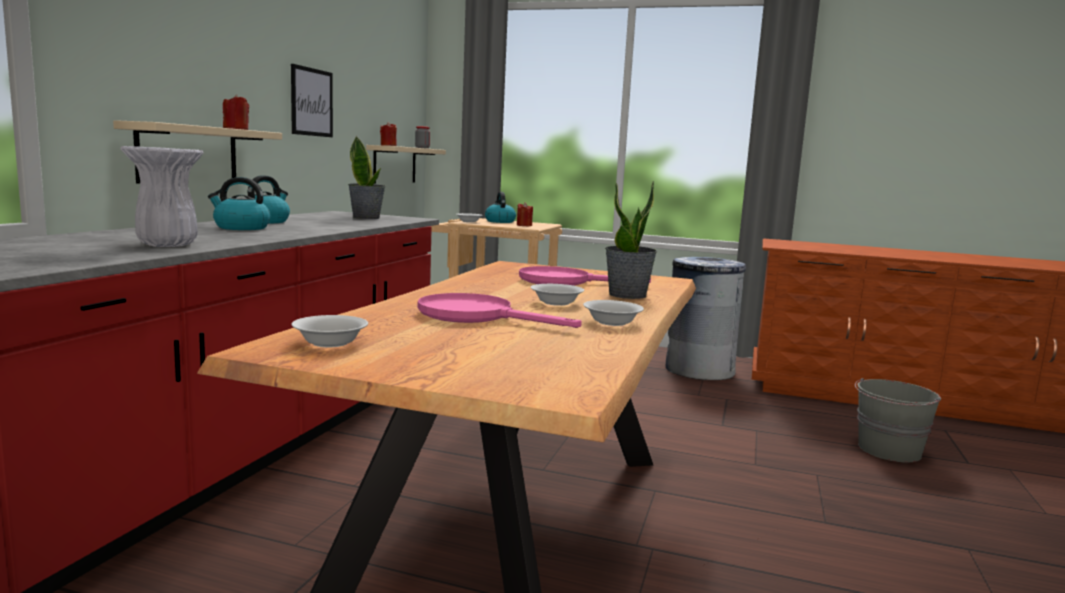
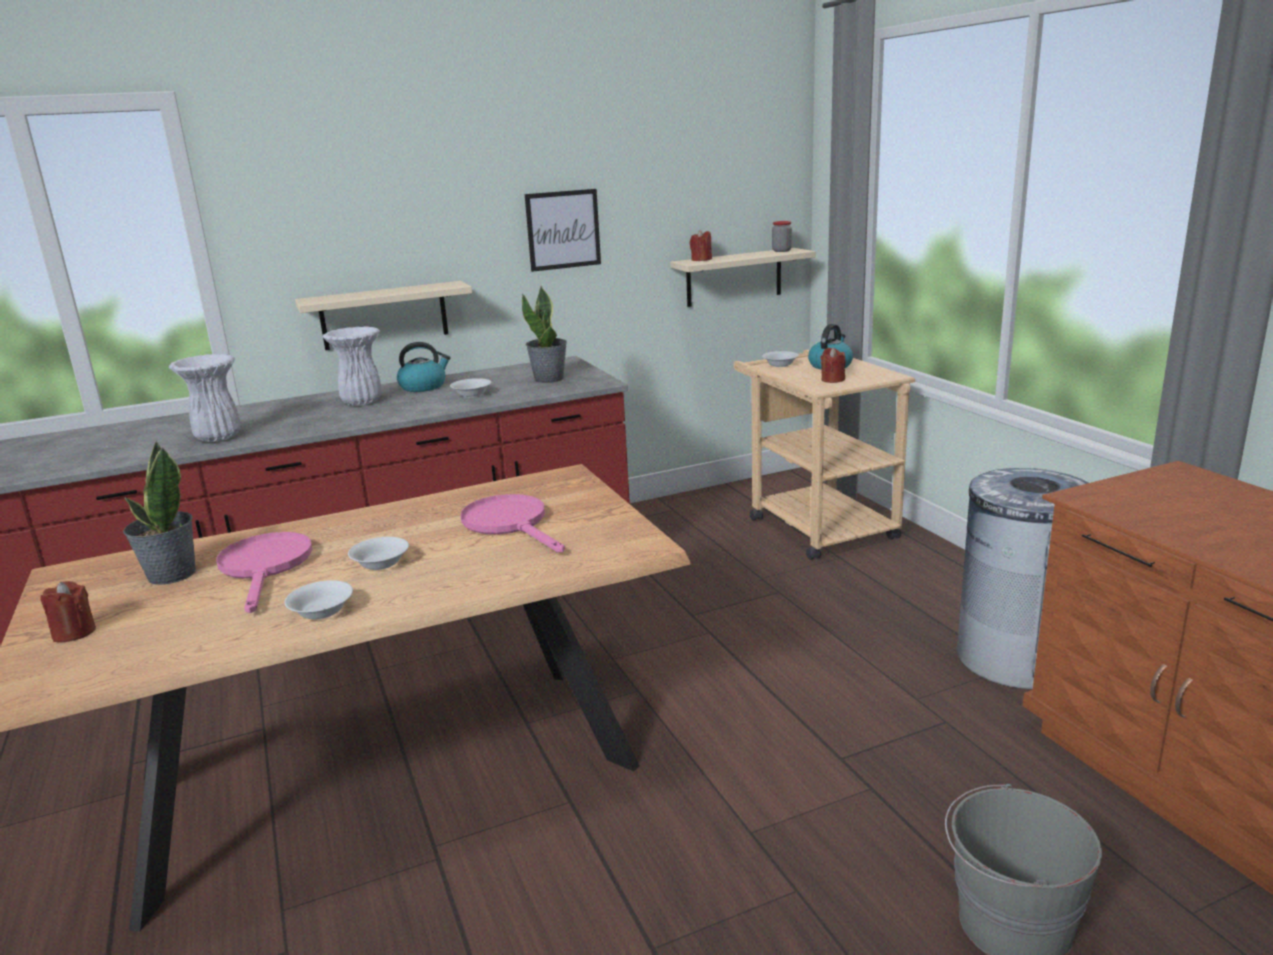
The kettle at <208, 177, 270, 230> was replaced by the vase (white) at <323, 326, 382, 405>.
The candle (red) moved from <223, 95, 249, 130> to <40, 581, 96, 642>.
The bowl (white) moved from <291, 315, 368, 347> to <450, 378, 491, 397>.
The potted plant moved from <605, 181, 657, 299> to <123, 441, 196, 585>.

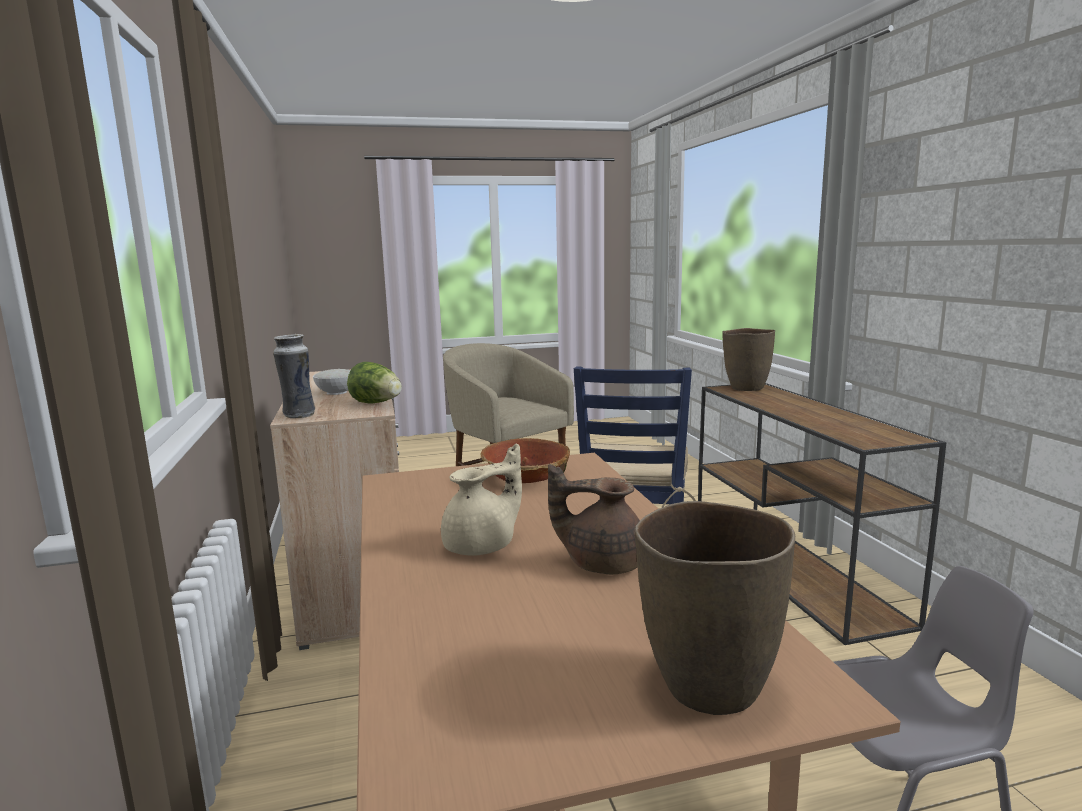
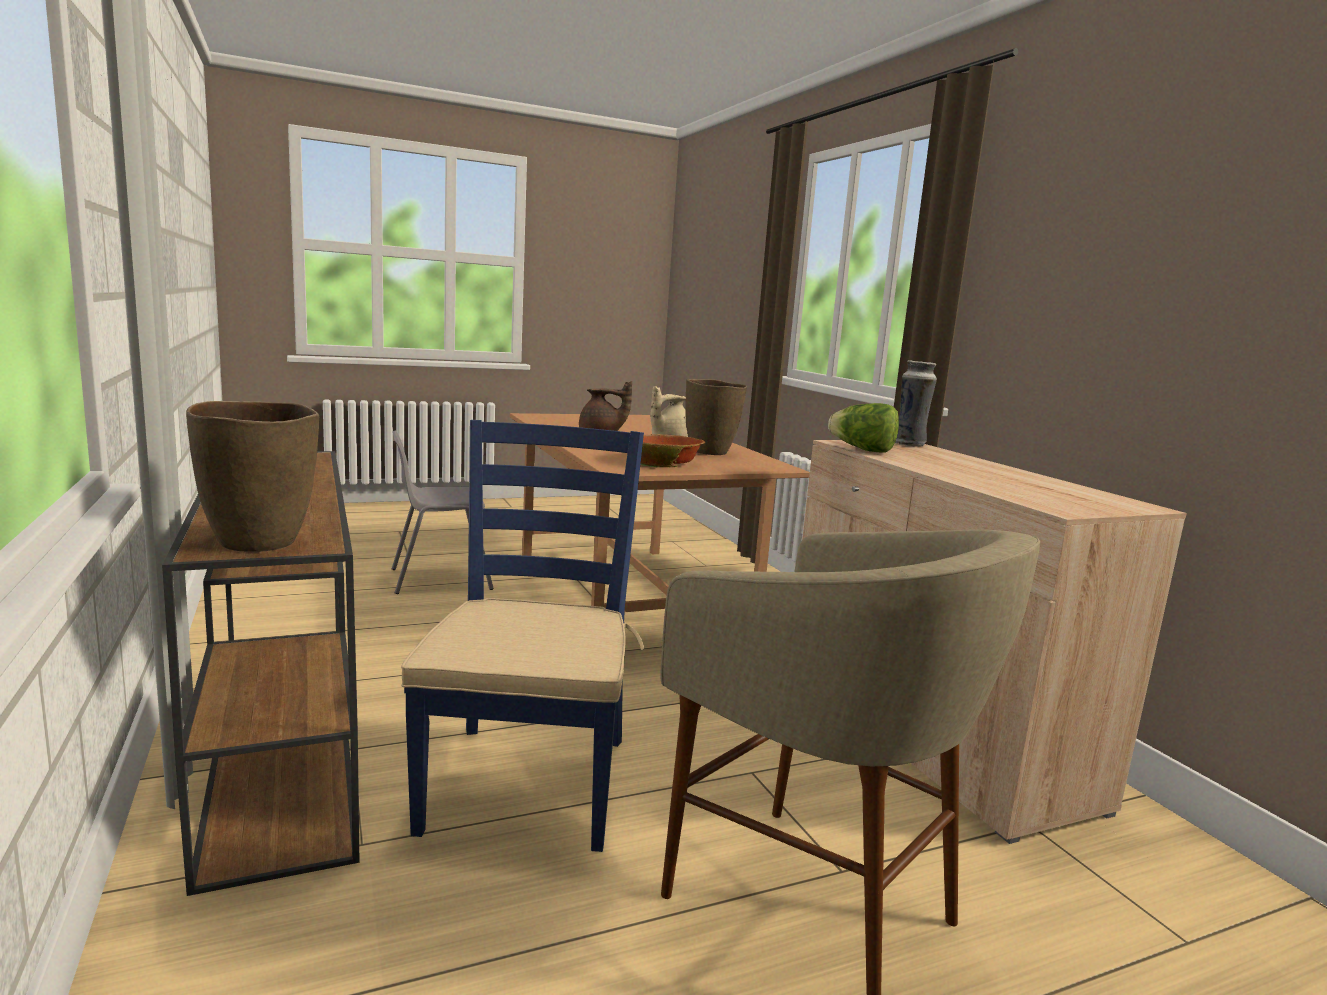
The bowl (white) at <313, 369, 351, 395> disappeared.
The vase (brown) moved from <635, 501, 795, 715> to <685, 379, 747, 455>.

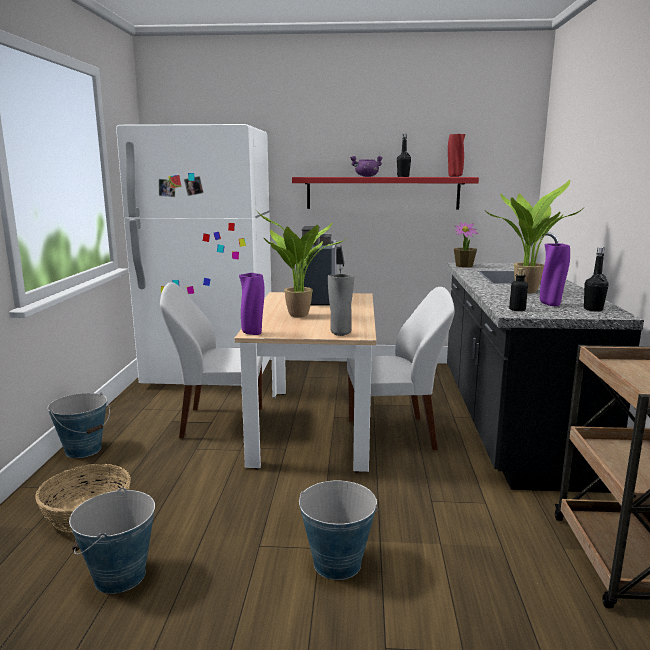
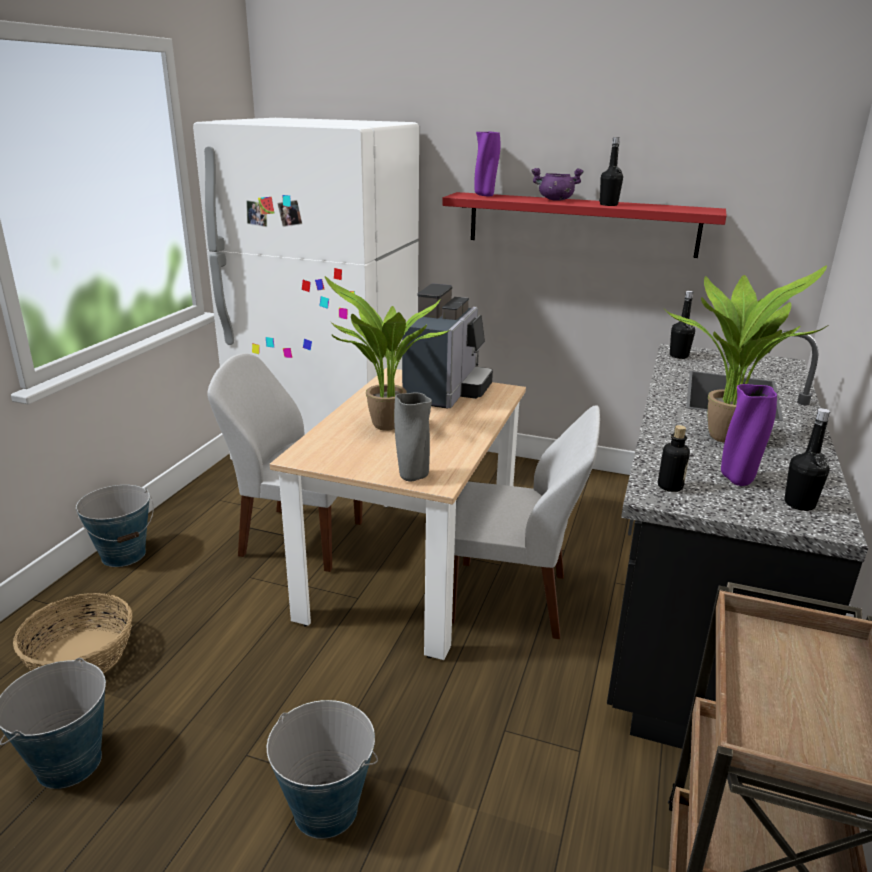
The vase (purple) moved from <239, 273, 265, 335> to <475, 132, 500, 196>.
The vase (red) at <448, 134, 465, 177> disappeared.
The potted plant at <454, 222, 479, 268> was replaced by the bottle (black) at <670, 291, 695, 359>.

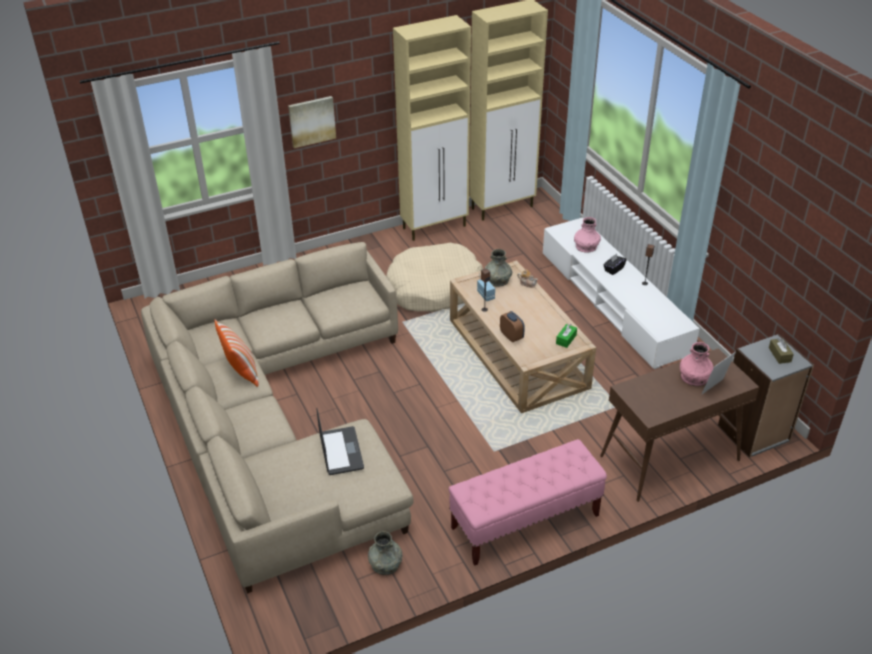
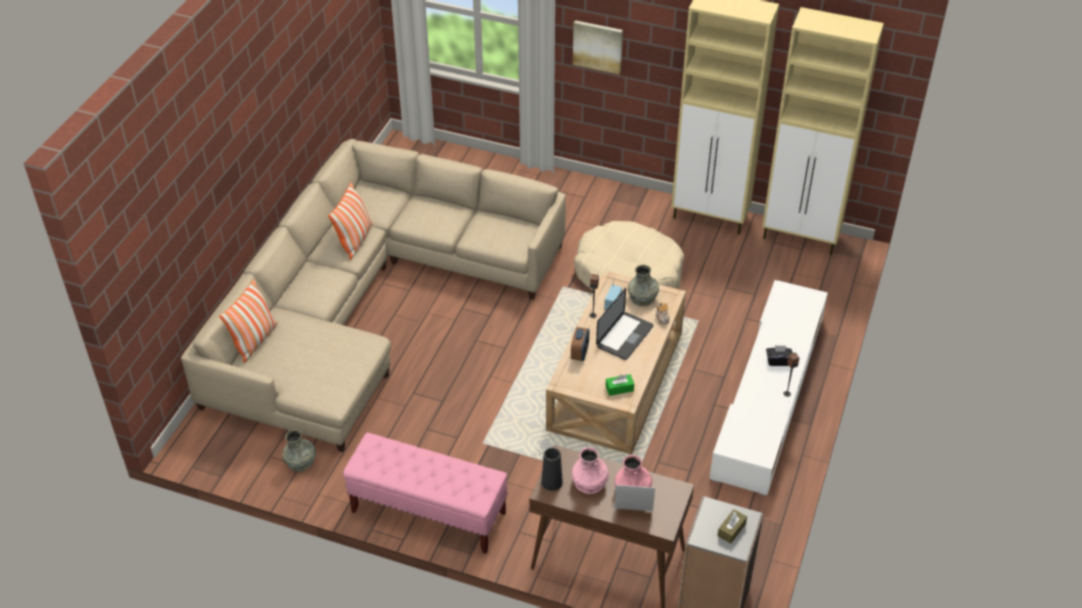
The laptop moved from <317, 409, 364, 475> to <596, 288, 653, 360>.
The vase (pink) moved from <574, 217, 601, 253> to <572, 447, 609, 495>.
The pillow at <219, 279, 278, 363> appeared.
The vase (black) at <541, 448, 563, 491> appeared.

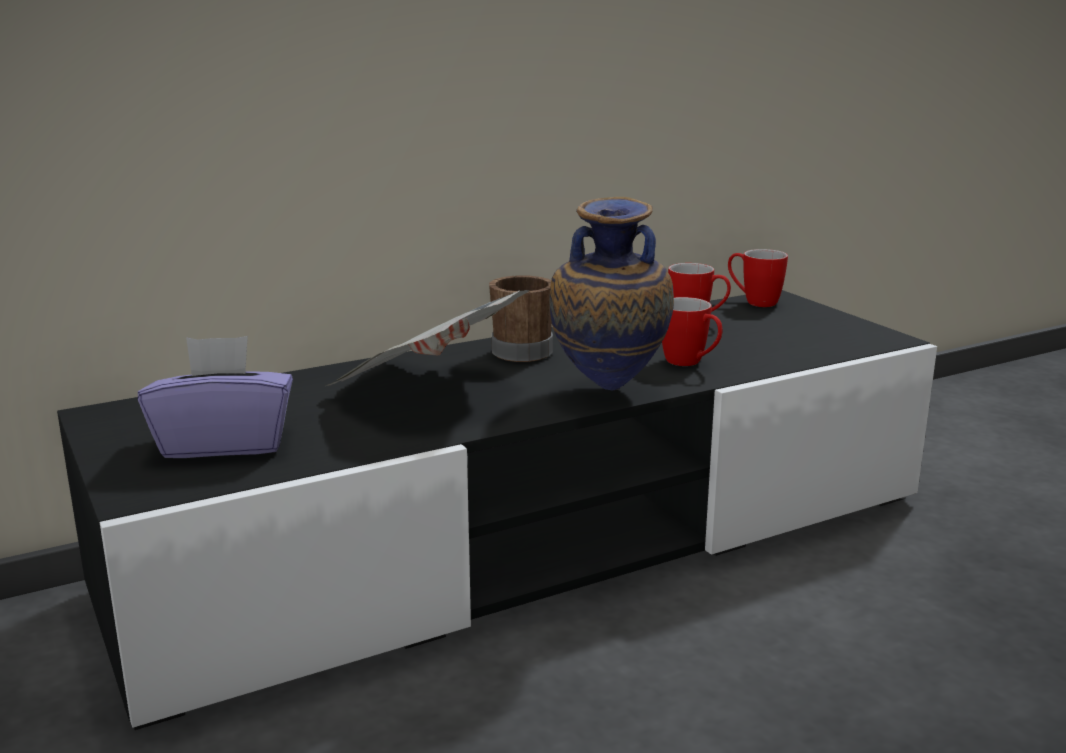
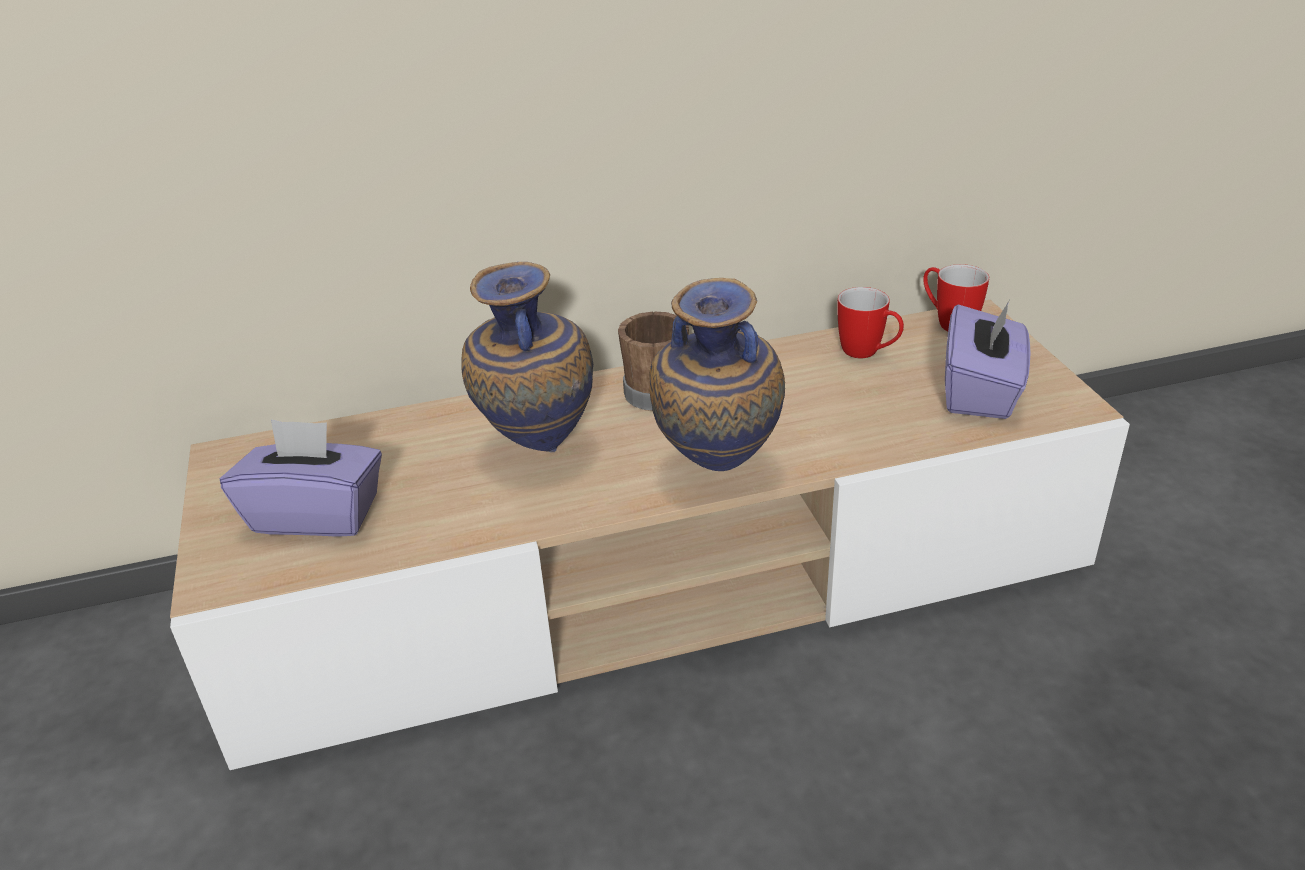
The tv stand (black) at <57, 290, 937, 730> became the tv stand (beige) at <170, 300, 1130, 770>.
The newspaper at <326, 290, 529, 386> was replaced by the vase at <461, 262, 593, 452>.
The mug at <662, 297, 723, 366> disappeared.
The tissue box (purple) at <945, 300, 1031, 419> appeared.

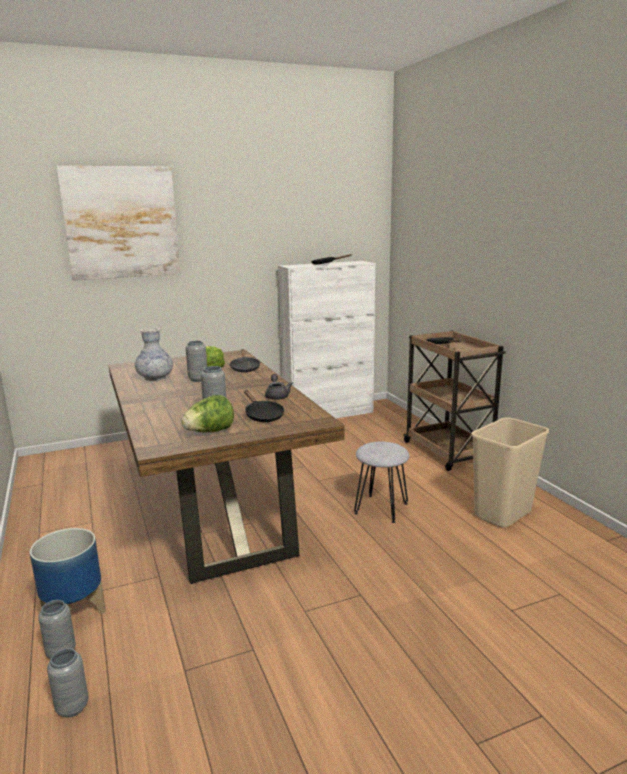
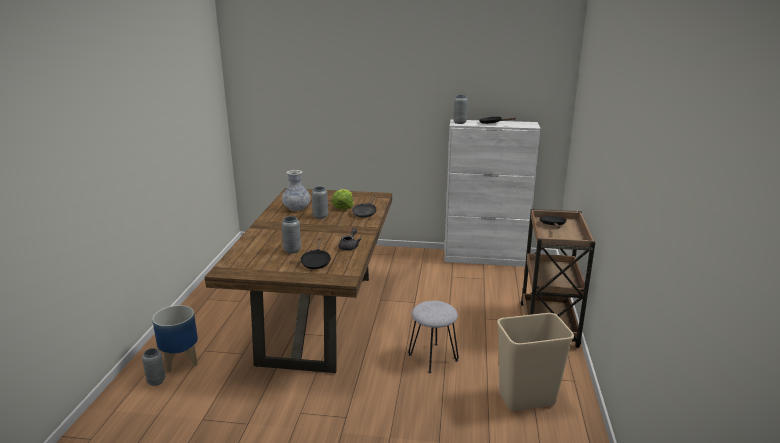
The vase (grey) moved from <47, 648, 89, 718> to <453, 95, 468, 124>.
The picture at <56, 166, 181, 281> disappeared.
The lettuce at <181, 395, 234, 432> disappeared.

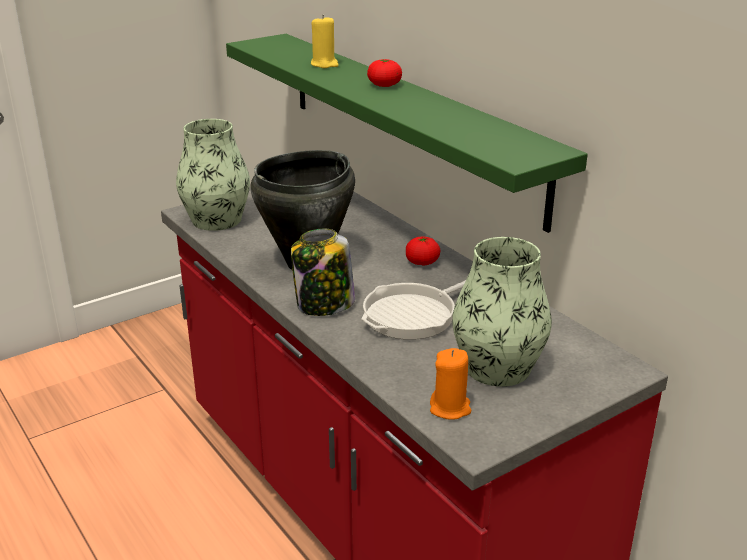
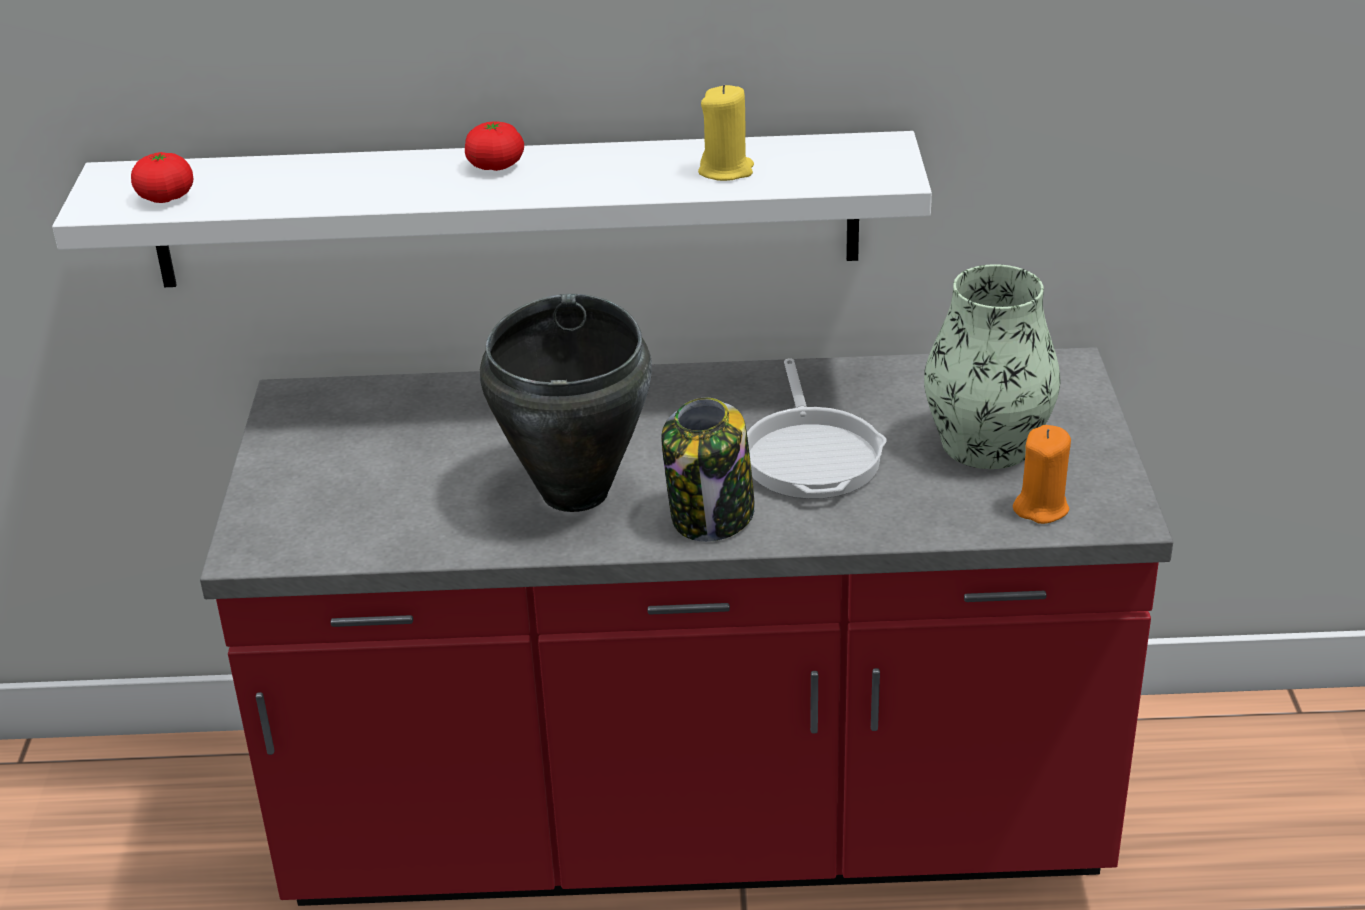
The vase at <176, 119, 250, 231> disappeared.
The shelf (green) at <226, 34, 588, 233> became the shelf (white) at <52, 131, 932, 287>.
The candle (yellow) moved from <311, 15, 339, 68> to <698, 85, 754, 181>.
The tomato moved from <406, 237, 440, 265> to <131, 152, 193, 203>.

